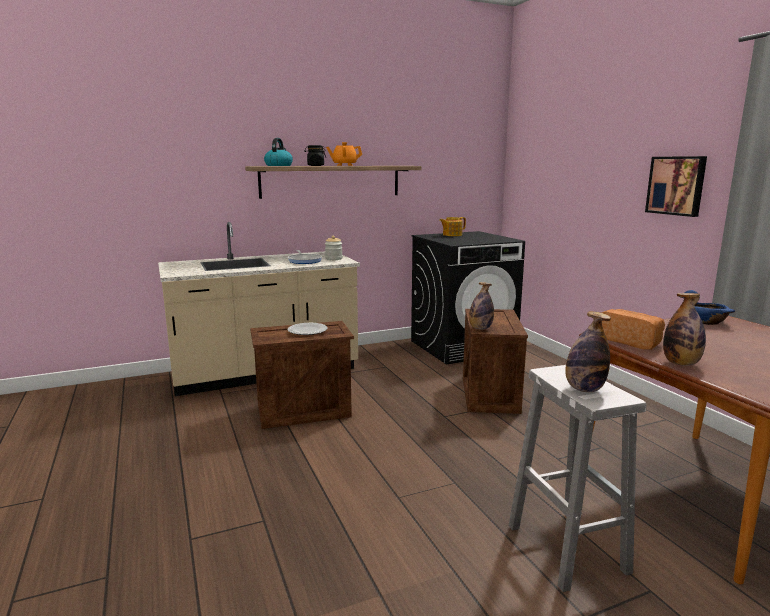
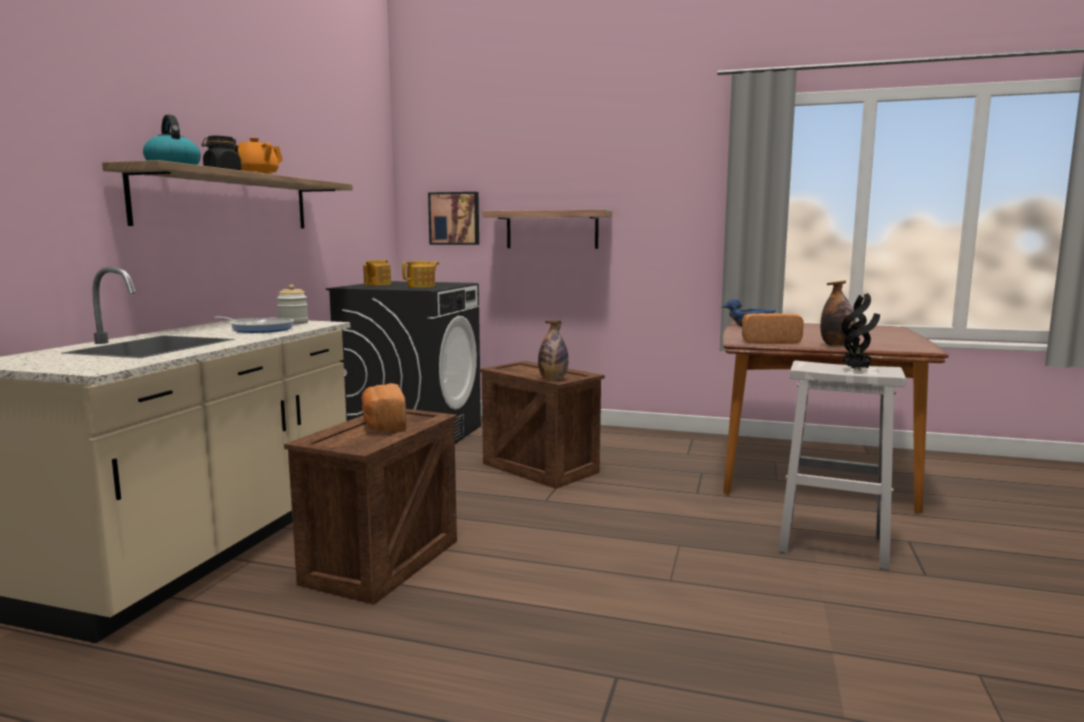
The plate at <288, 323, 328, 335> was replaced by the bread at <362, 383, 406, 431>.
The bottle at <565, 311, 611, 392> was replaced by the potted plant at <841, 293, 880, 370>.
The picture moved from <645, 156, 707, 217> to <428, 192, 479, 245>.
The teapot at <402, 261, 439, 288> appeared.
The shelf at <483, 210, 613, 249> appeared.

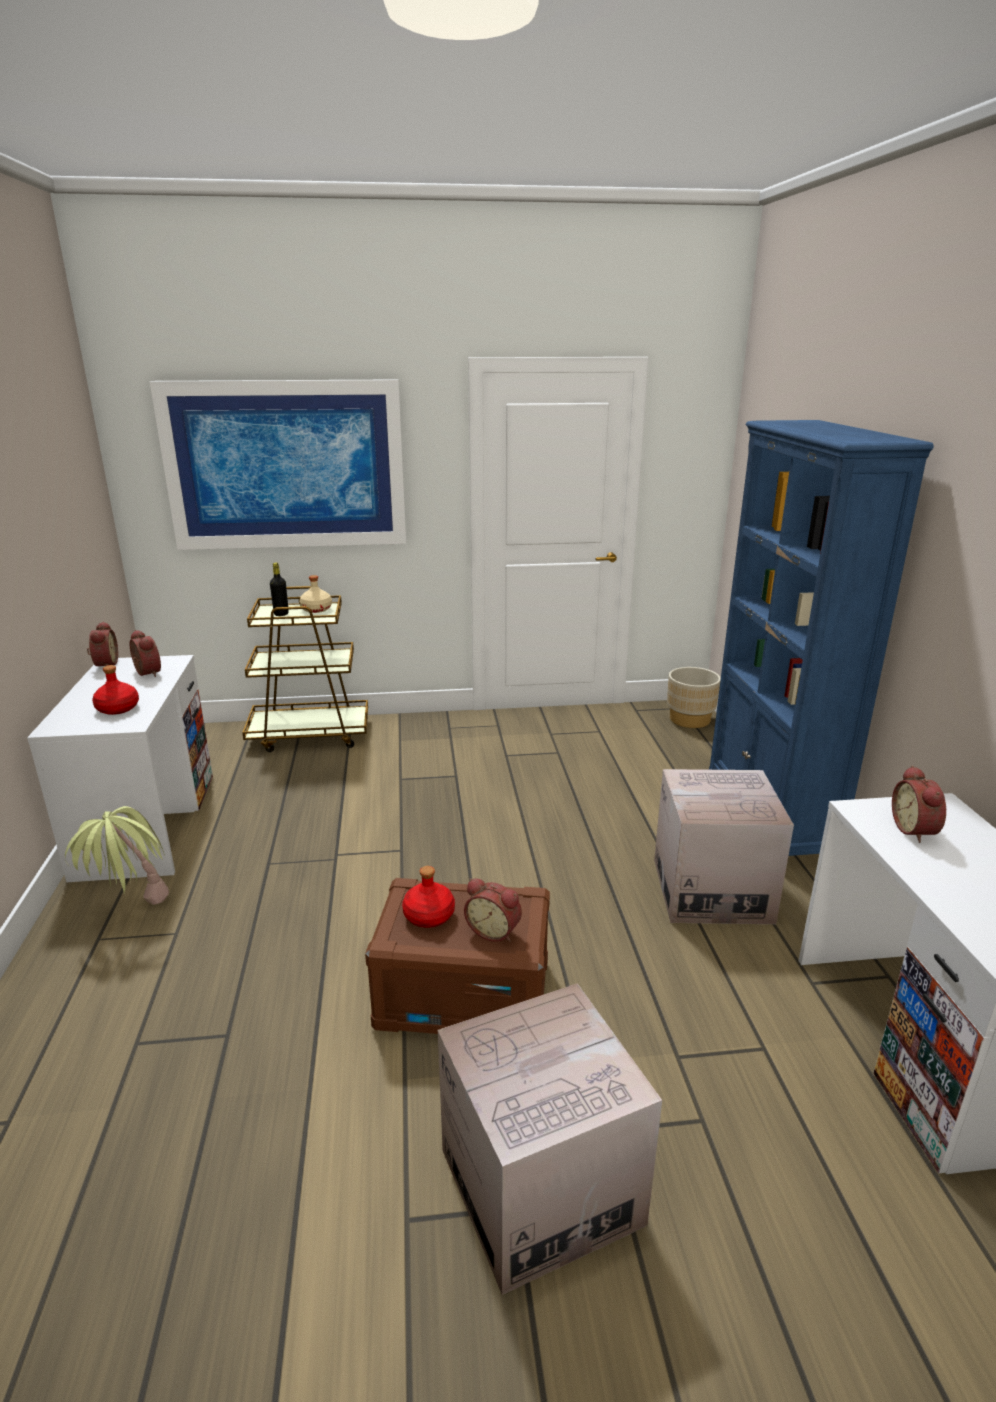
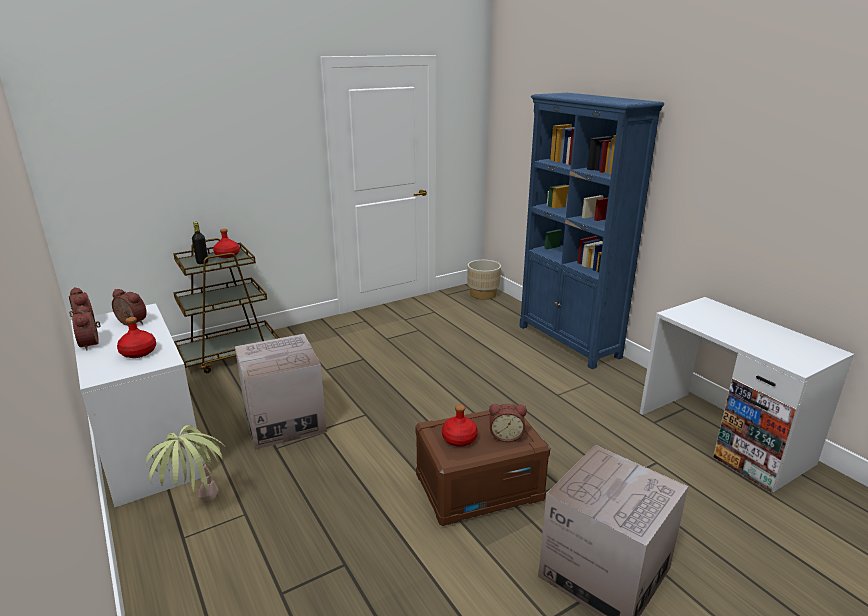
The picture at <149, 379, 406, 550> disappeared.
The bottle (beige) at <299, 575, 332, 613> became the bottle (red) at <213, 229, 240, 258>.
The cardboard box moved from <654, 769, 794, 924> to <235, 334, 327, 450>.
The alarm clock moved from <892, 766, 946, 843> to <72, 305, 101, 350>.

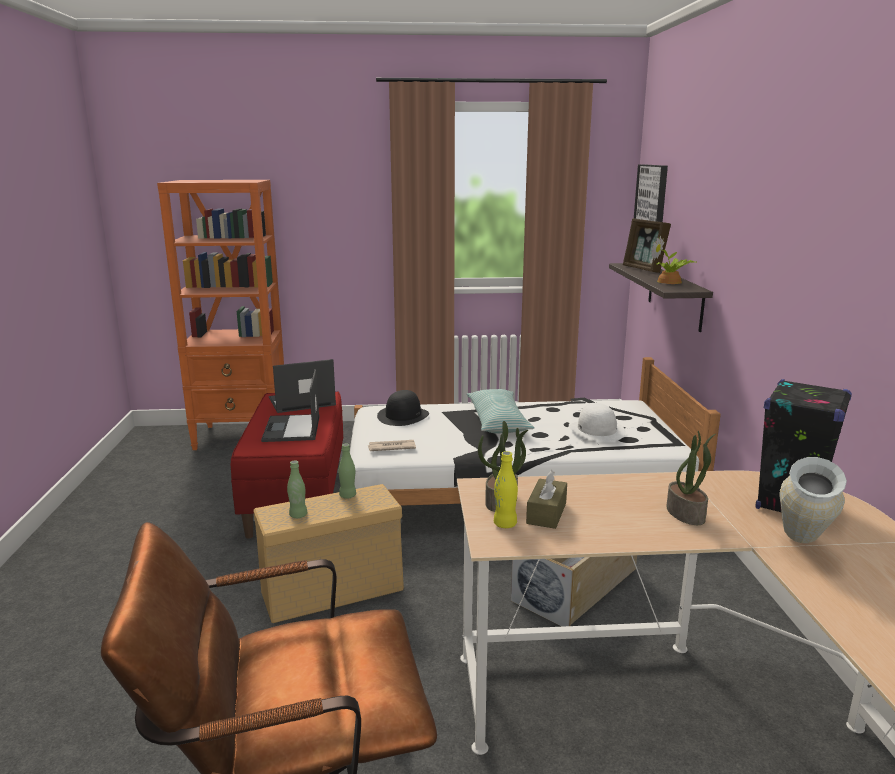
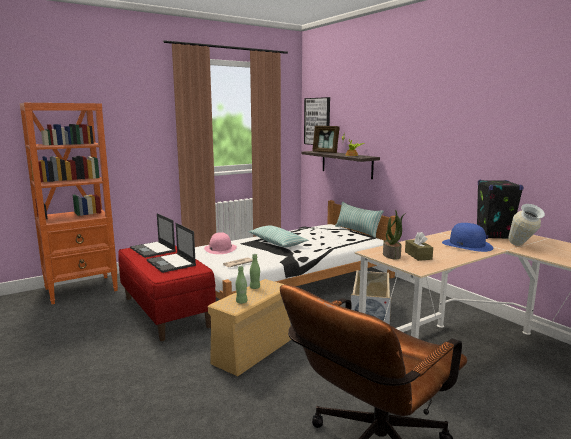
The laptop at <269, 359, 336, 413> turned 75 degrees counterclockwise.
The hat (black) at <377, 390, 429, 426> became the hat (pink) at <204, 232, 237, 254>.
The bottle (yellow) at <494, 451, 518, 528> disappeared.
The hat (white) at <569, 403, 626, 442> disappeared.
The potted plant at <666, 431, 715, 525> was replaced by the hat (blue) at <442, 223, 494, 252>.
The pillow at <335, 202, 384, 238> appeared.

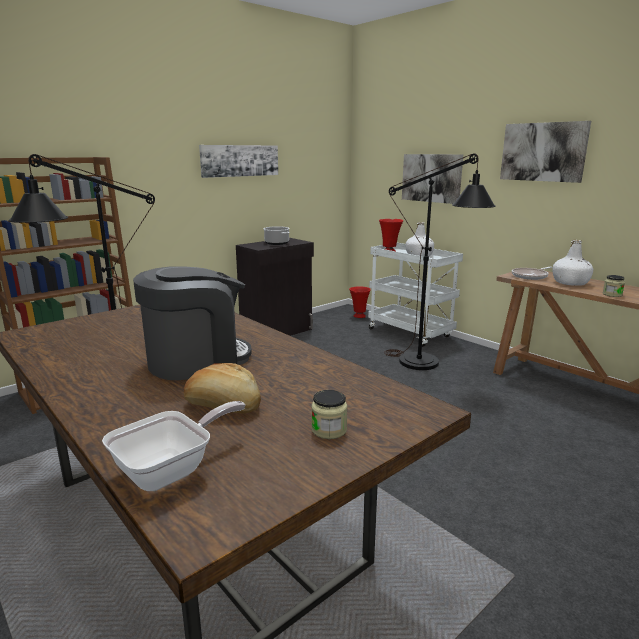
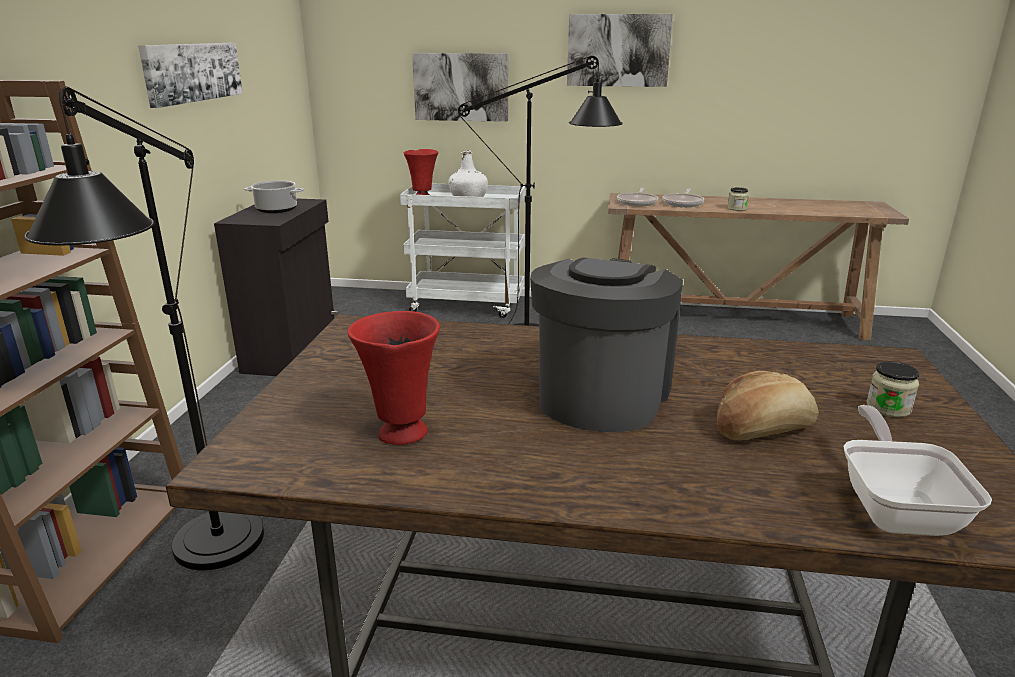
The vase (red) moved from <349, 286, 371, 318> to <347, 311, 440, 445>.
The bottle (white) at <553, 240, 593, 286> was replaced by the frying pan at <663, 189, 704, 207>.

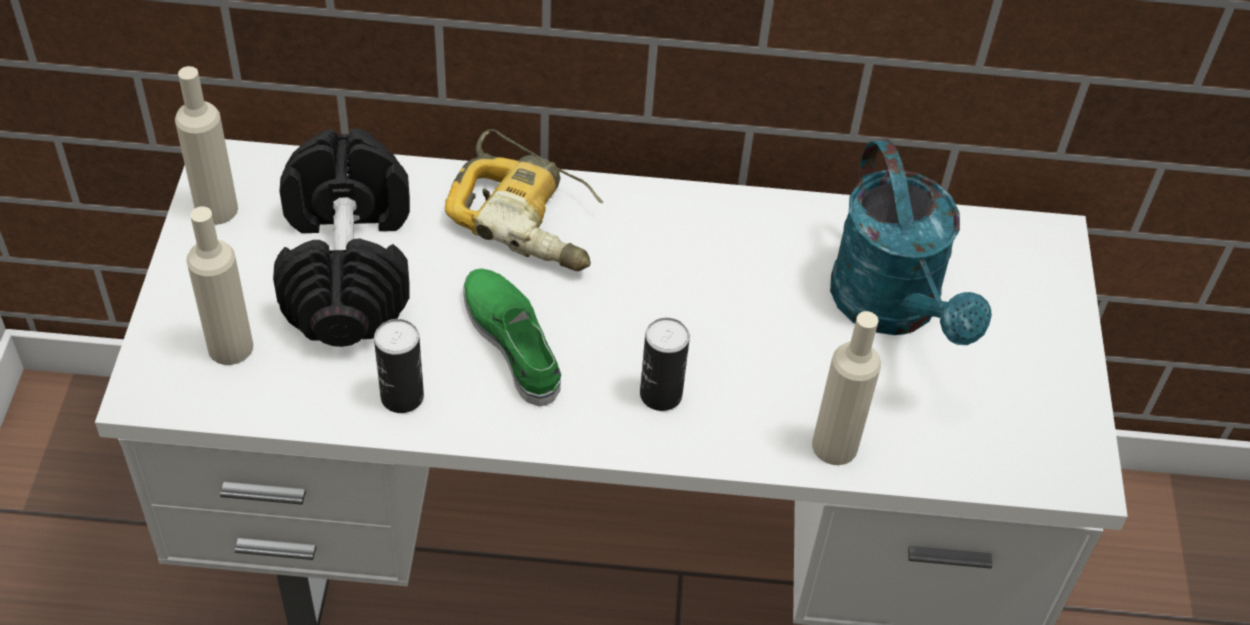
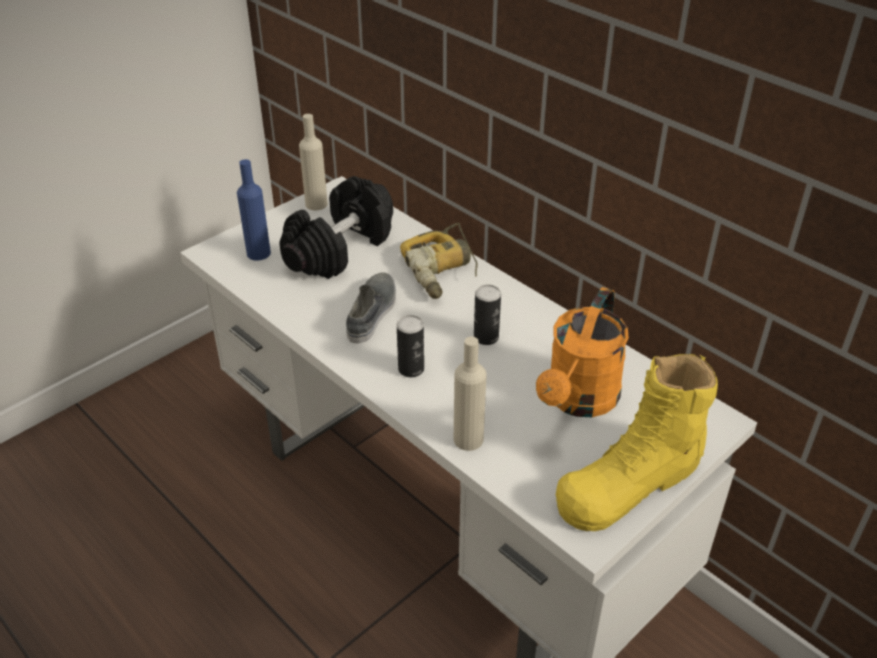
The bottle (beige) at <186, 206, 253, 365> became the bottle (blue) at <237, 159, 271, 261>.
The can moved from <374, 319, 424, 413> to <474, 285, 501, 345>.
The shoe (green) at <463, 268, 561, 407> became the shoe (grey) at <346, 272, 396, 344>.
The watering can (turquoise) at <830, 139, 992, 345> became the watering can (orange) at <536, 287, 629, 417>.
The boot (yellow) at <556, 354, 718, 531> appeared.

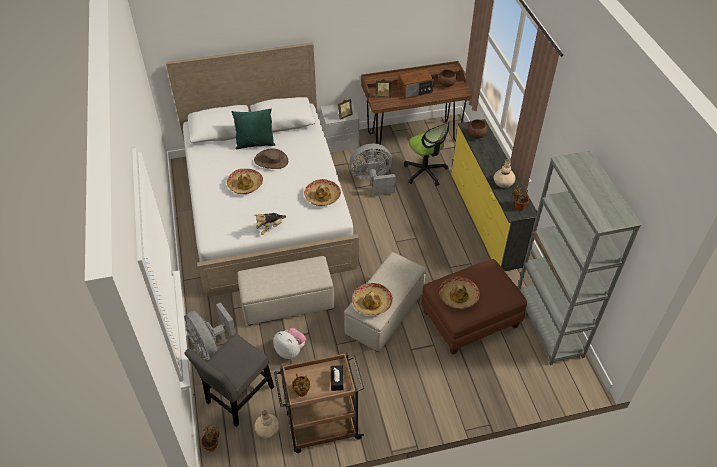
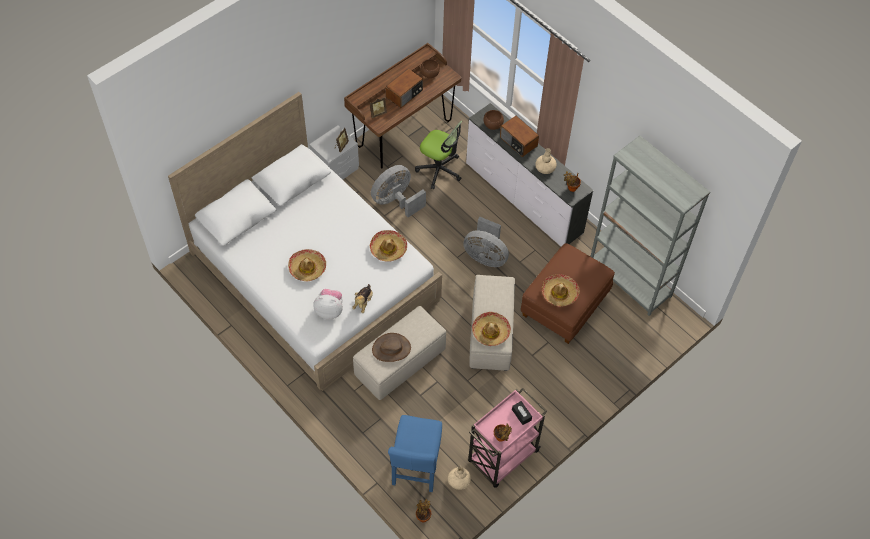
The chair (grey) at <184, 334, 274, 427> became the chair (blue) at <388, 415, 442, 492>.
The fan (grey) moved from <185, 302, 236, 360> to <463, 217, 509, 267>.
The pillow (green) at <232, 108, 276, 149> disappeared.
The hat (brown) moved from <254, 148, 288, 169> to <372, 333, 411, 362>.
The plush toy moved from <273, 328, 306, 359> to <313, 289, 343, 320>.
The cart (brown) at <274, 353, 364, 453> became the cart (pink) at <468, 388, 547, 488>.
The dresser (yellow) at <452, 119, 537, 271> became the dresser (white) at <466, 103, 594, 246>.
The radio at <500, 116, 539, 157> appeared.

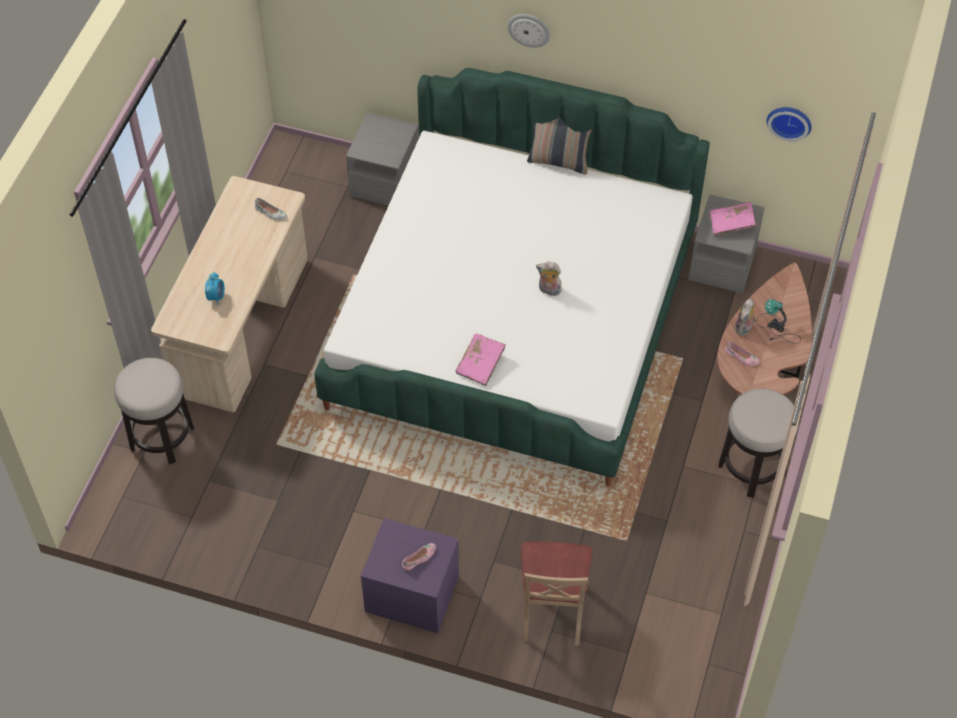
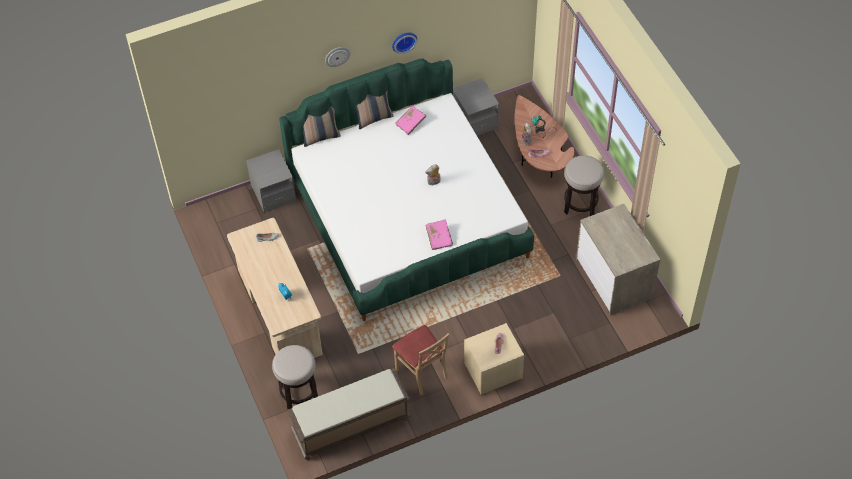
The nightstand (purple) at <361, 518, 459, 633> became the nightstand (beige) at <464, 323, 524, 395>.
The chair (beige) moved from <521, 541, 593, 646> to <392, 325, 449, 396>.
The book (pink) moved from <710, 202, 756, 236> to <395, 106, 426, 135>.
The wall clock moved from <767, 107, 811, 142> to <392, 33, 417, 54>.
The bench (brown) at <287, 368, 411, 460> appeared.
The pillow at <303, 107, 341, 147> appeared.
The dresser at <576, 204, 660, 315> appeared.

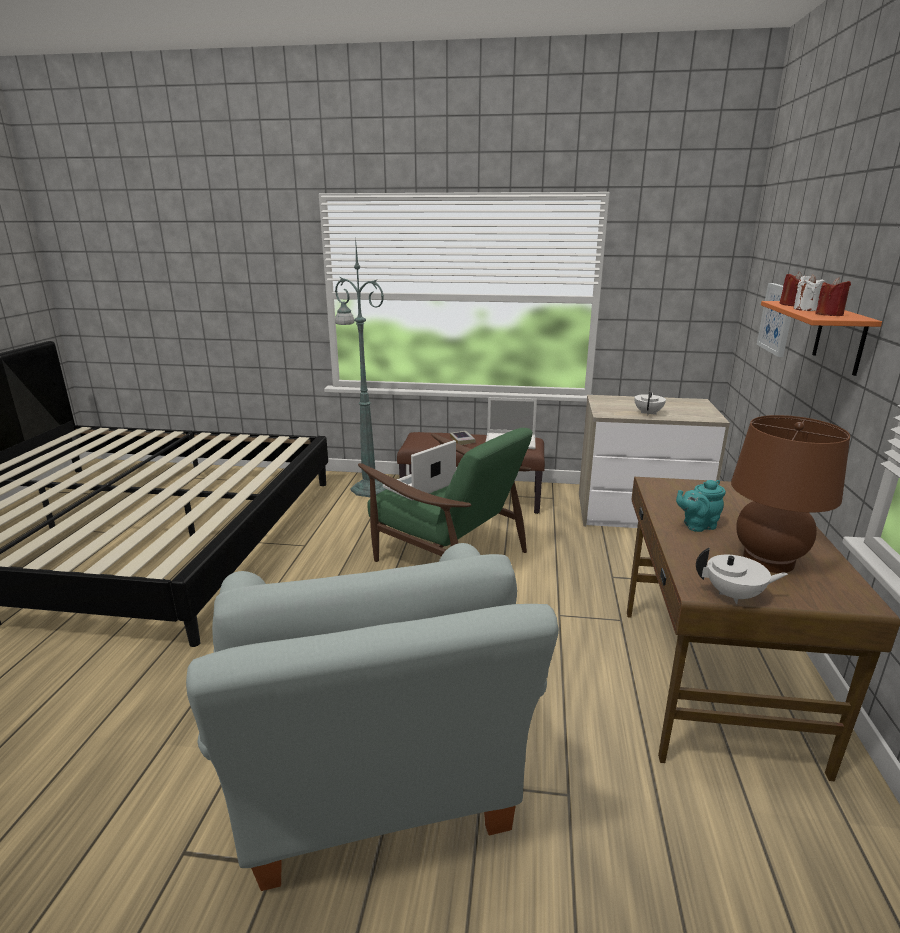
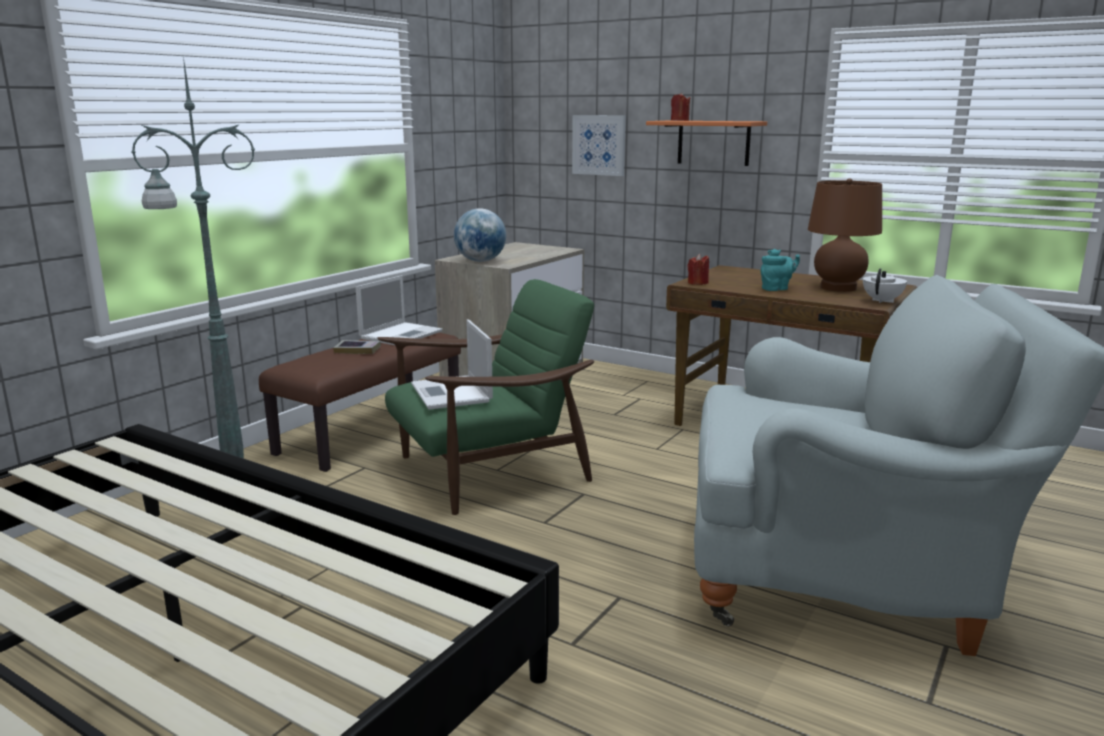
The teapot (white) at <634, 392, 666, 416> disappeared.
The teapot (turquoise) at <676, 480, 726, 532> turned 120 degrees counterclockwise.
The candle (white) at <793, 274, 825, 311> disappeared.
The candle (red) moved from <815, 277, 851, 316> to <688, 254, 709, 285>.
The globe at <454, 208, 506, 262> appeared.

